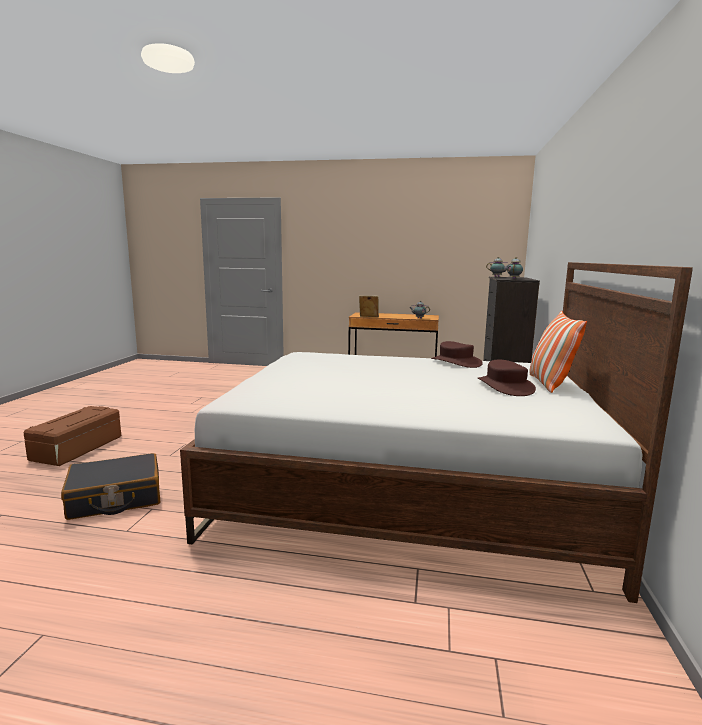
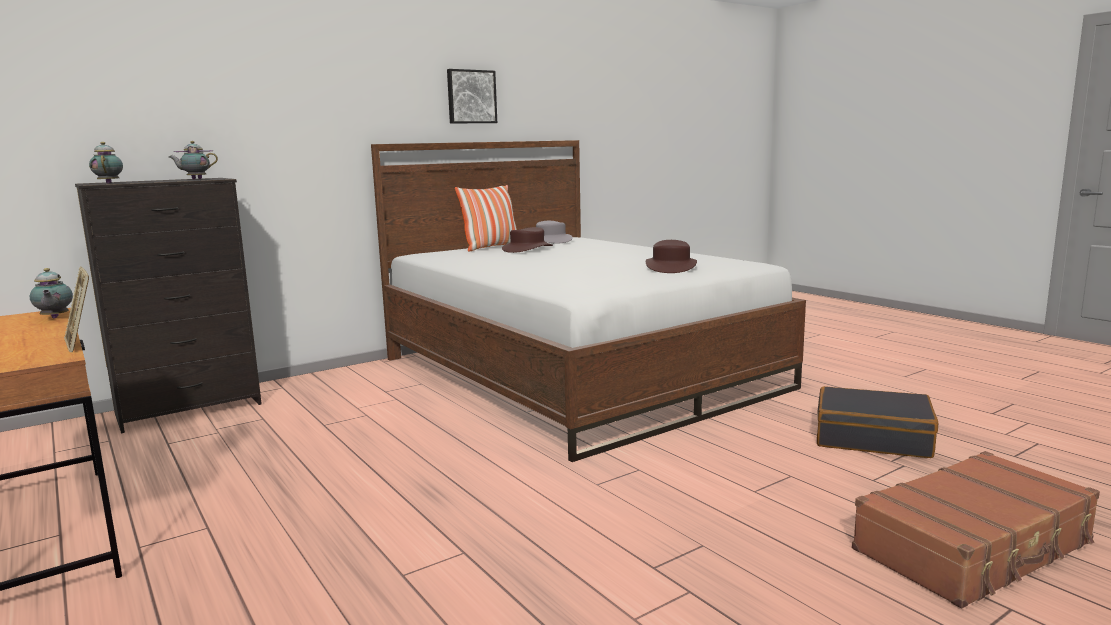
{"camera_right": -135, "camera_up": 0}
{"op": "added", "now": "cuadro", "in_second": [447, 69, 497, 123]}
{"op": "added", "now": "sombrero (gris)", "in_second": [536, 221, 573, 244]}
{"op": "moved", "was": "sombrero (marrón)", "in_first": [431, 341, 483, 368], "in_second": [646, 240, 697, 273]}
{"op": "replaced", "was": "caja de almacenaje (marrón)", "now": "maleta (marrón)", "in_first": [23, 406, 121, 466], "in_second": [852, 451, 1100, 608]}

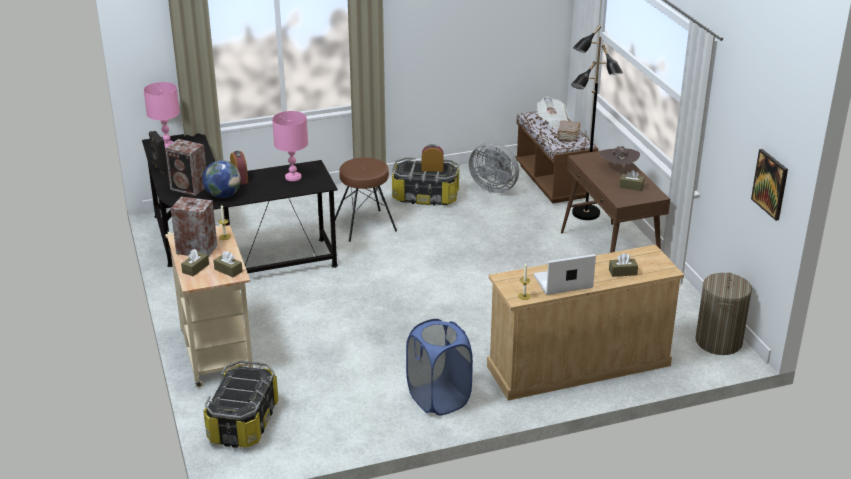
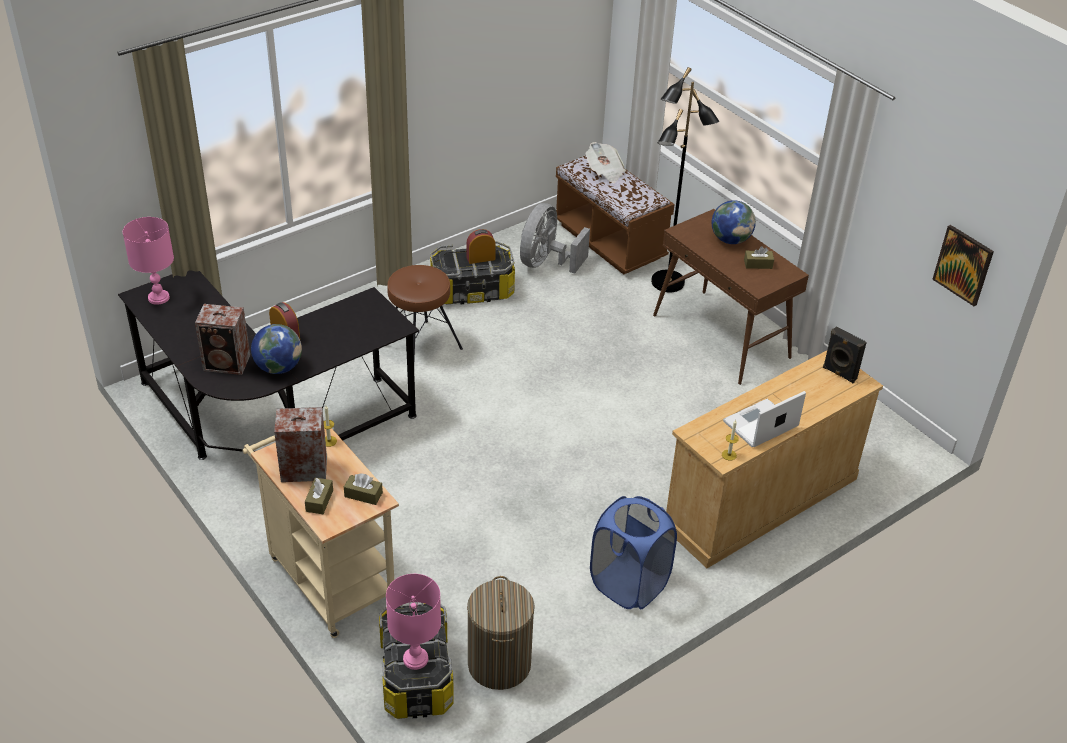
{"camera_right": -20, "camera_up": 10}
{"op": "removed", "was": "libro (marrón)", "in_first": [557, 120, 581, 142]}
{"op": "removed", "was": "caja de pañuelos (marrón)", "in_first": [609, 253, 638, 277]}
{"op": "moved", "was": "altavoz (negro)", "in_first": [149, 131, 168, 174], "in_second": [823, 327, 867, 383]}
{"op": "moved", "was": "lámpara de mesa (rosa)", "in_first": [272, 111, 308, 181], "in_second": [386, 574, 441, 670]}
{"op": "moved", "was": "cesto de la ropa", "in_first": [695, 273, 752, 355], "in_second": [467, 576, 535, 690]}
{"op": "replaced", "was": "sombrero (marrón)", "now": "globo terráqueo", "in_first": [600, 146, 640, 169], "in_second": [712, 200, 756, 244]}
{"op": "turned", "was": "ventilador (gris)", "in_first": [469, 142, 519, 193], "in_second": [520, 203, 590, 274], "clockwise": 105}

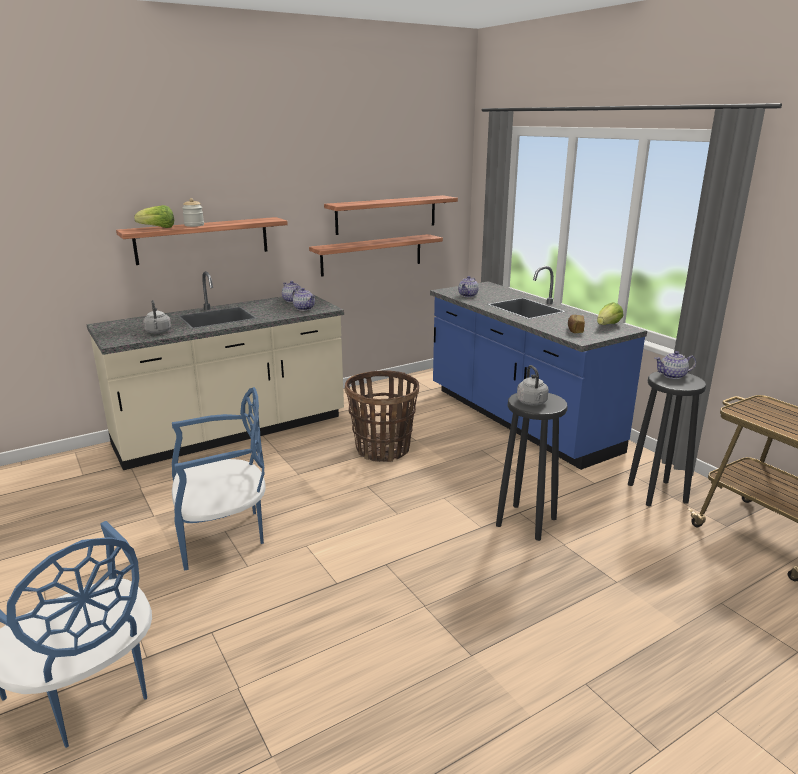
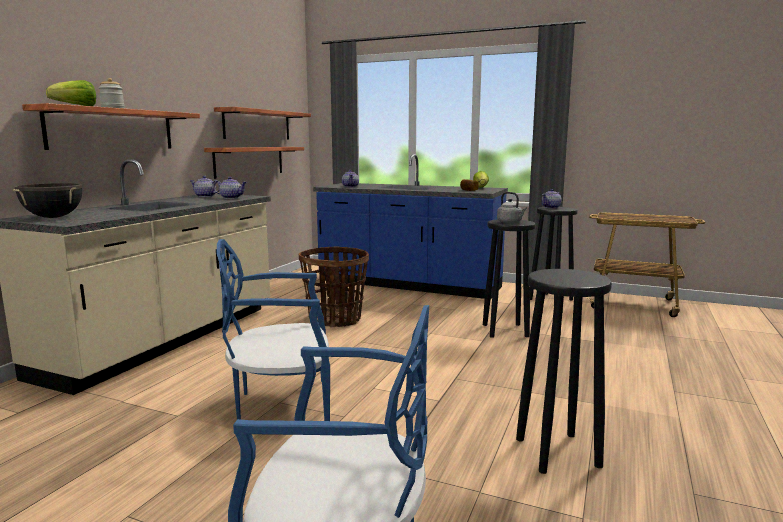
{"camera_right": -35, "camera_up": -10}
{"op": "removed", "was": "hervidor (gris)", "in_first": [143, 300, 171, 334]}
{"op": "added", "now": "olla (negro)", "in_second": [13, 183, 83, 218]}
{"op": "added", "now": "taburete (negro)", "in_second": [516, 269, 612, 474]}
{"op": "turned", "was": "silla (azul)", "in_first": [172, 387, 266, 570], "in_second": [217, 239, 330, 421], "clockwise": -135}

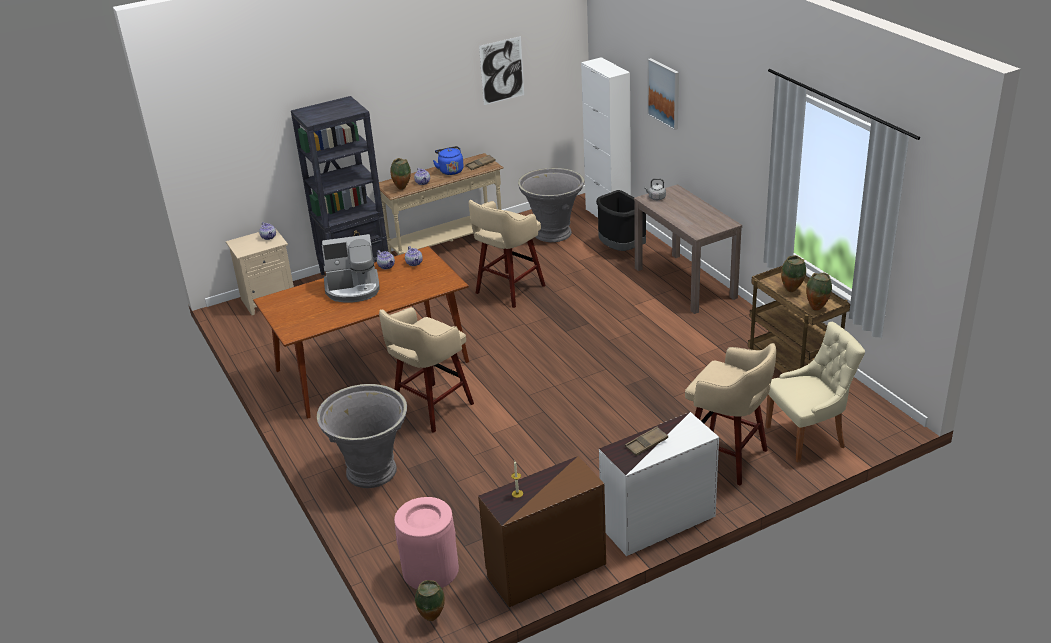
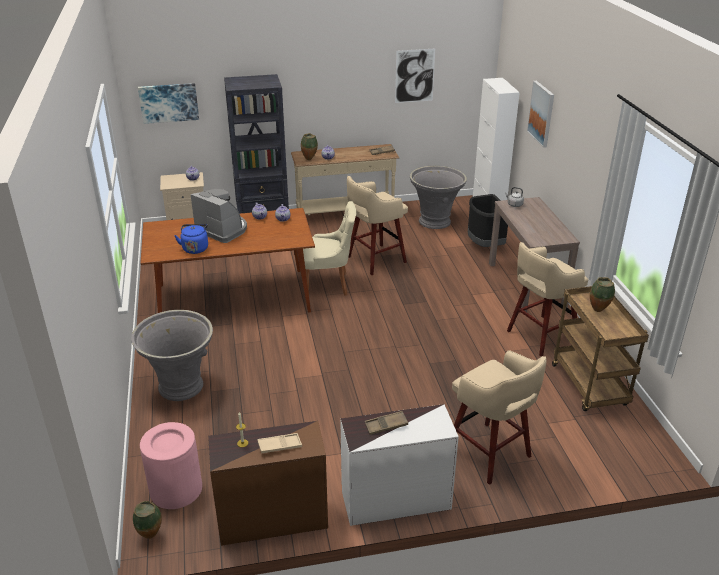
{"camera_right": 15, "camera_up": 0}
{"op": "removed", "was": "florero", "in_first": [806, 272, 832, 311]}
{"op": "added", "now": "cuadro", "in_second": [138, 83, 199, 124]}
{"op": "added", "now": "bandeja (beis)", "in_second": [257, 433, 302, 454]}
{"op": "moved", "was": "taburete (beis)", "in_first": [379, 307, 474, 433], "in_second": [507, 242, 588, 356]}
{"op": "moved", "was": "hervidor (azul)", "in_first": [433, 146, 464, 175], "in_second": [174, 224, 208, 254]}
{"op": "moved", "was": "silla (beis)", "in_first": [766, 322, 865, 463], "in_second": [303, 201, 356, 296]}
{"op": "turned", "was": "cafetera", "in_first": [322, 234, 380, 302], "in_second": [191, 189, 247, 243], "clockwise": -150}

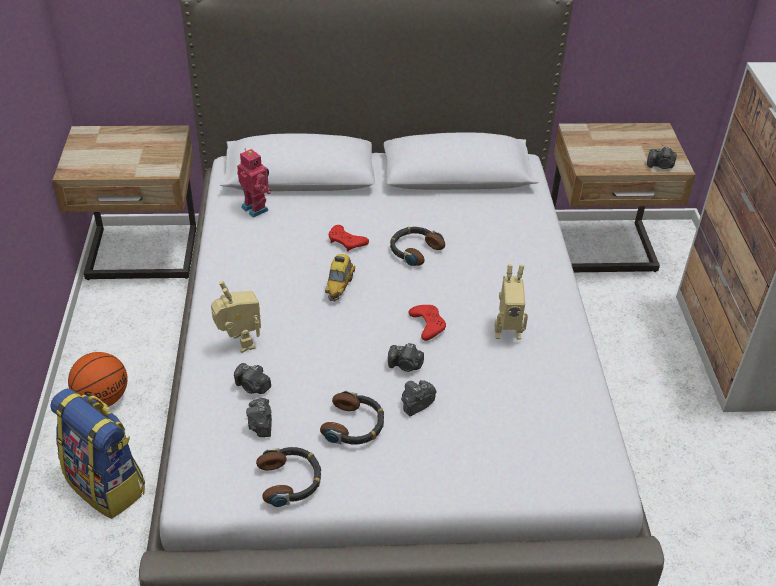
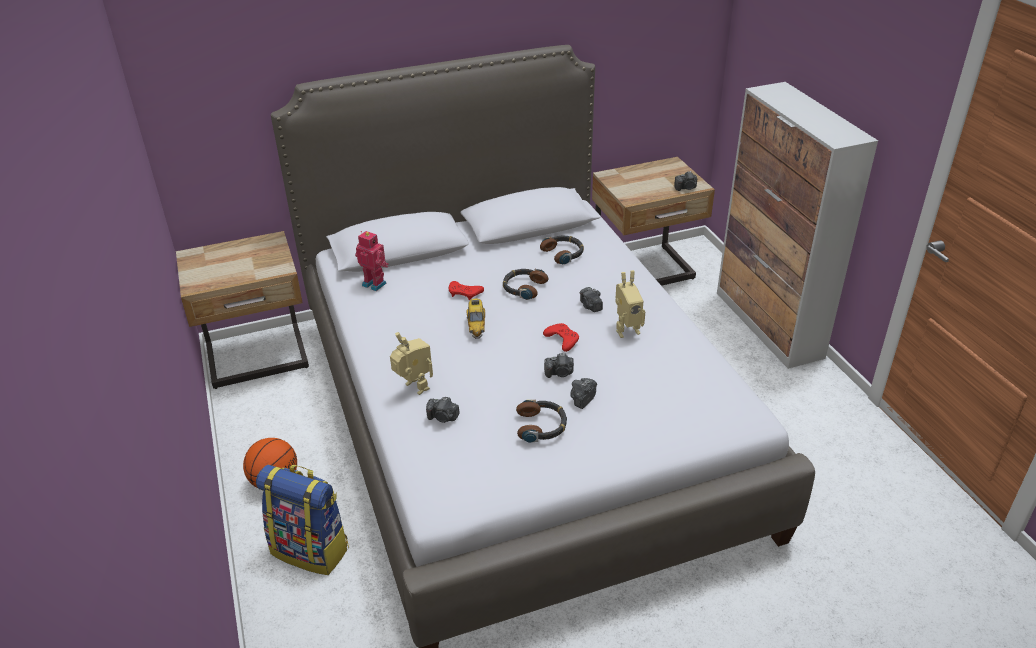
{"camera_right": -15, "camera_up": -5}
{"op": "moved", "was": "cámara", "in_first": [246, 398, 272, 437], "in_second": [580, 287, 603, 312]}
{"op": "moved", "was": "auriculares", "in_first": [256, 447, 321, 507], "in_second": [540, 236, 584, 265]}

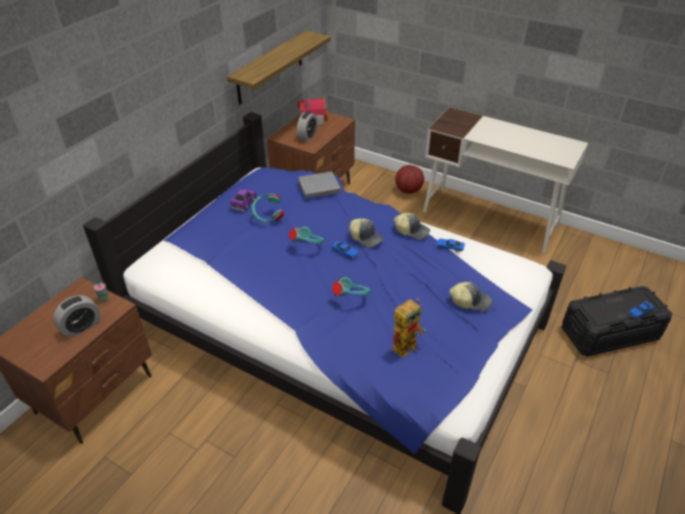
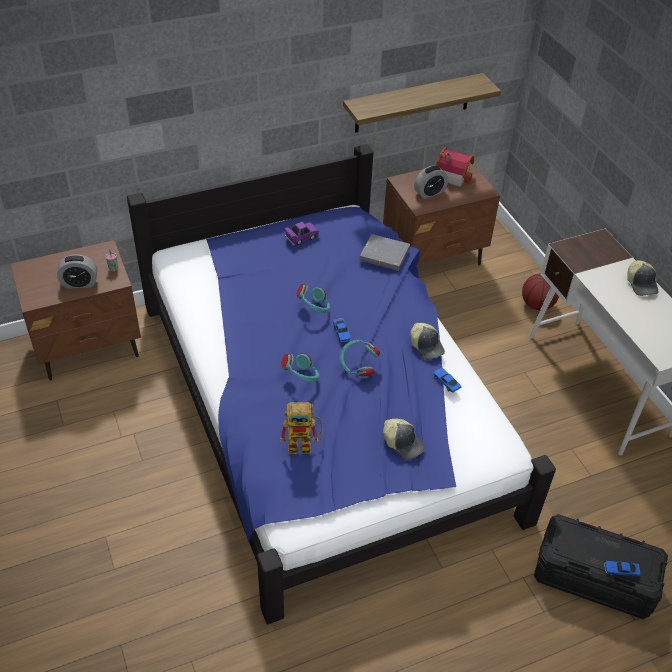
{"camera_right": 35, "camera_up": 5}
{"op": "moved", "was": "auriculares (turquesa)", "in_first": [251, 194, 284, 222], "in_second": [340, 340, 380, 376]}
{"op": "moved", "was": "gorra", "in_first": [349, 219, 383, 248], "in_second": [627, 260, 658, 296]}

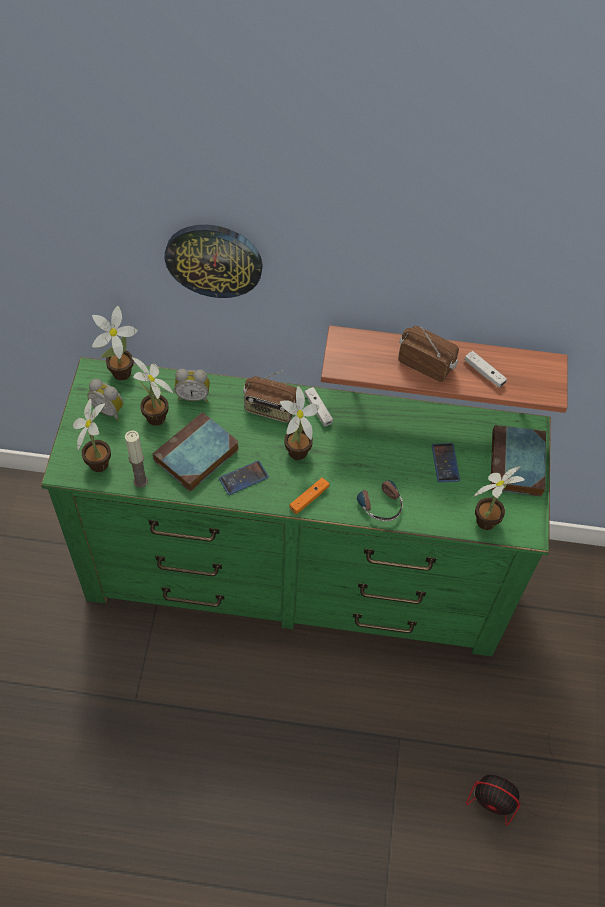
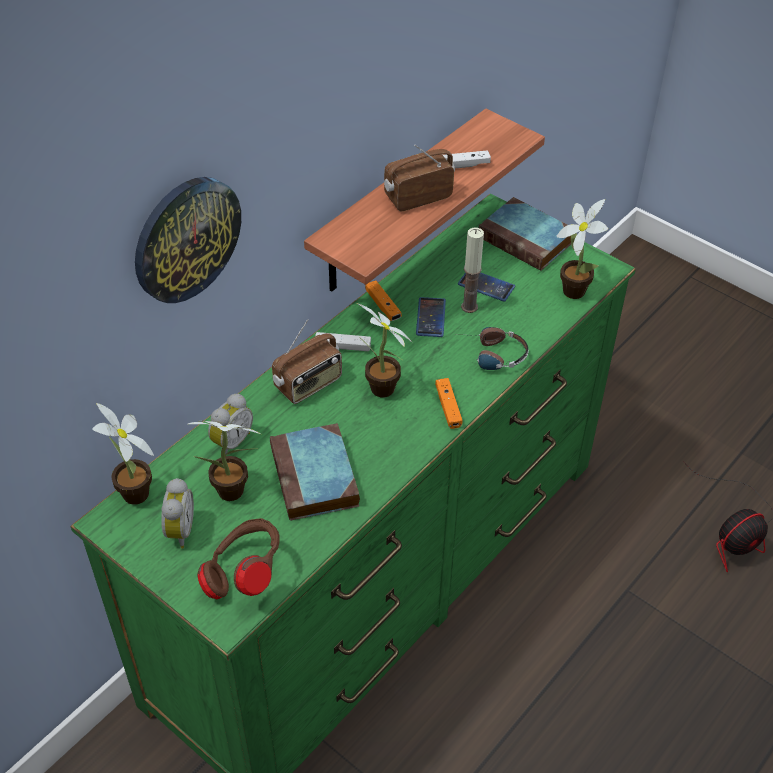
{"camera_right": -55, "camera_up": -10}
{"op": "added", "now": "mando de consola (naranja)", "in_second": [365, 280, 402, 321]}
{"op": "moved", "was": "vela", "in_first": [125, 430, 148, 488], "in_second": [461, 227, 484, 313]}
{"op": "moved", "was": "móvil", "in_first": [219, 460, 269, 495], "in_second": [416, 297, 446, 337]}
{"op": "replaced", "was": "planta en maceta", "now": "auriculares (marrón)", "in_first": [73, 398, 111, 472], "in_second": [198, 518, 280, 599]}
{"op": "turned", "was": "despertador", "in_first": [87, 379, 123, 420], "in_second": [161, 478, 194, 549], "clockwise": -60}

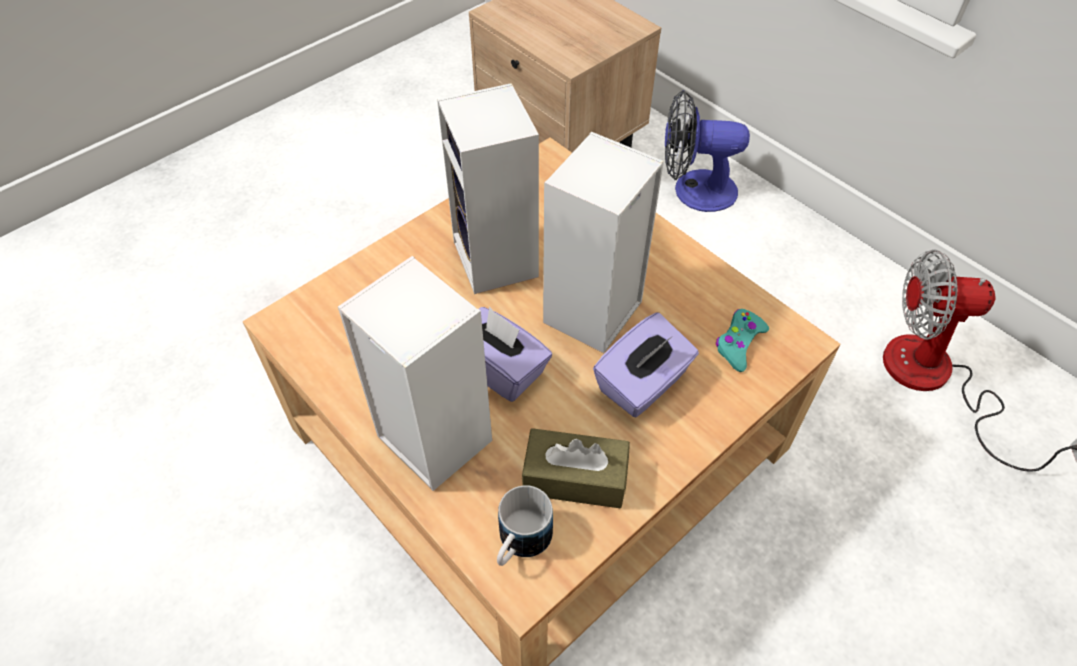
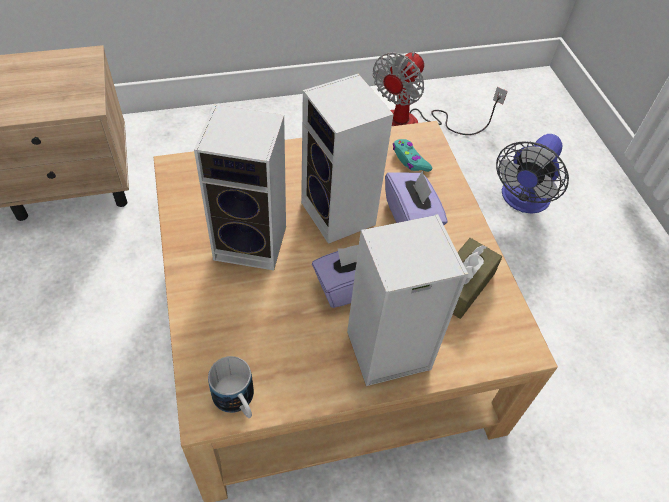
{"camera_right": -65, "camera_up": 0}
{"op": "moved", "was": "taza grande", "in_first": [497, 485, 553, 566], "in_second": [208, 356, 254, 418]}
{"op": "moved", "was": "ventilador", "in_first": [665, 90, 750, 212], "in_second": [496, 134, 569, 214]}

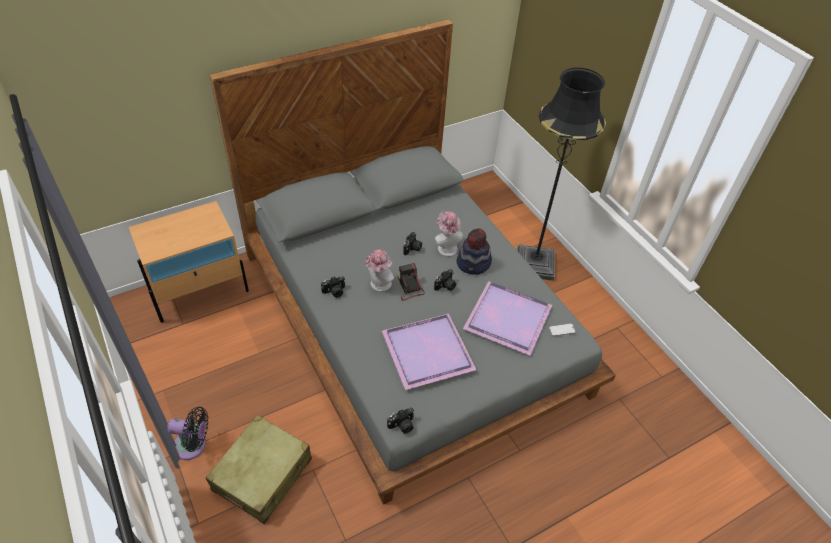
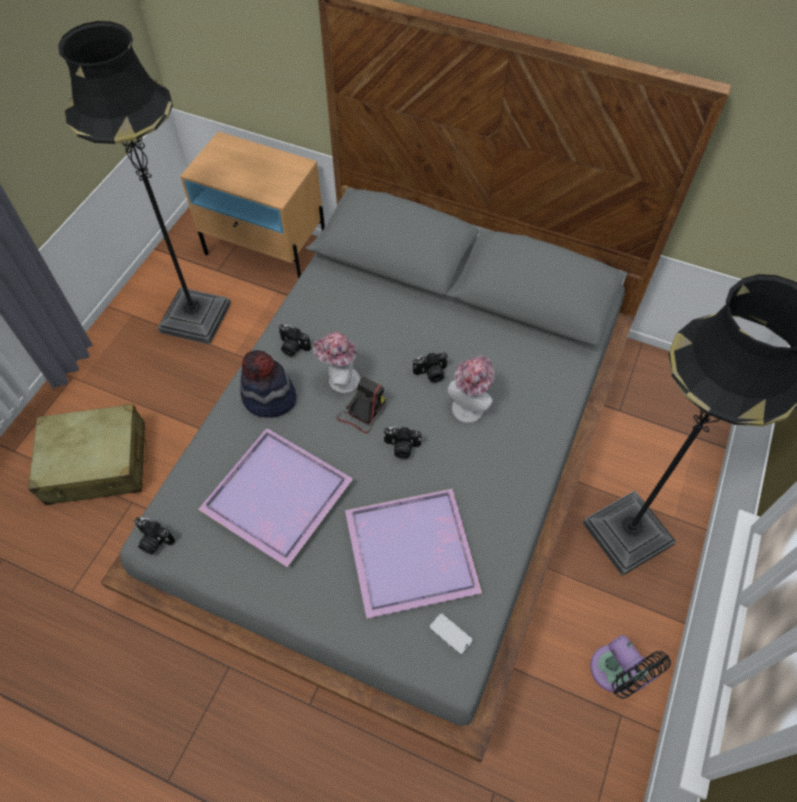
{"camera_right": 55, "camera_up": 10}
{"op": "added", "now": "lámpara de pie (negro)", "in_second": [58, 21, 231, 345]}
{"op": "moved", "was": "ventilador (negro)", "in_first": [167, 407, 208, 460], "in_second": [590, 635, 671, 699]}
{"op": "moved", "was": "sombrero", "in_first": [457, 228, 492, 275], "in_second": [240, 350, 296, 418]}

